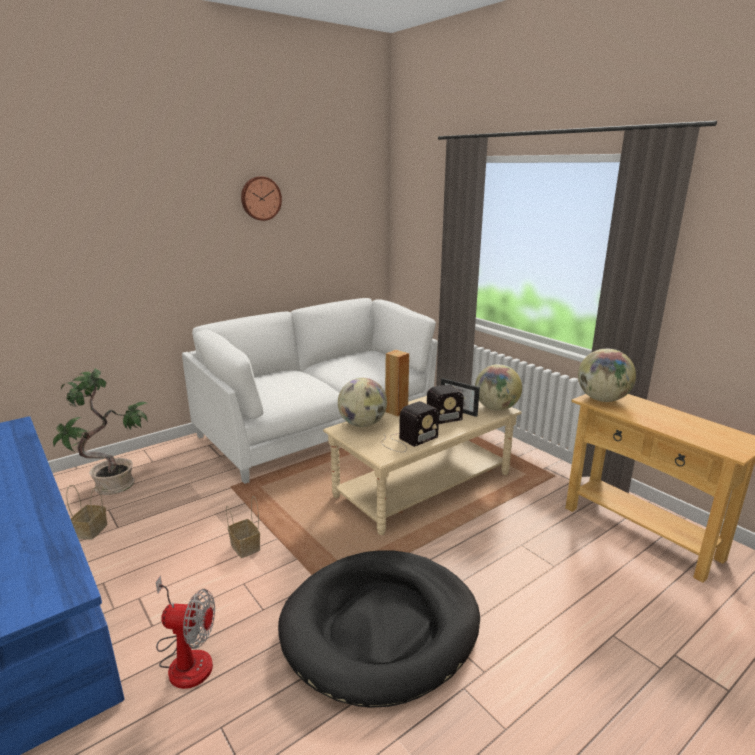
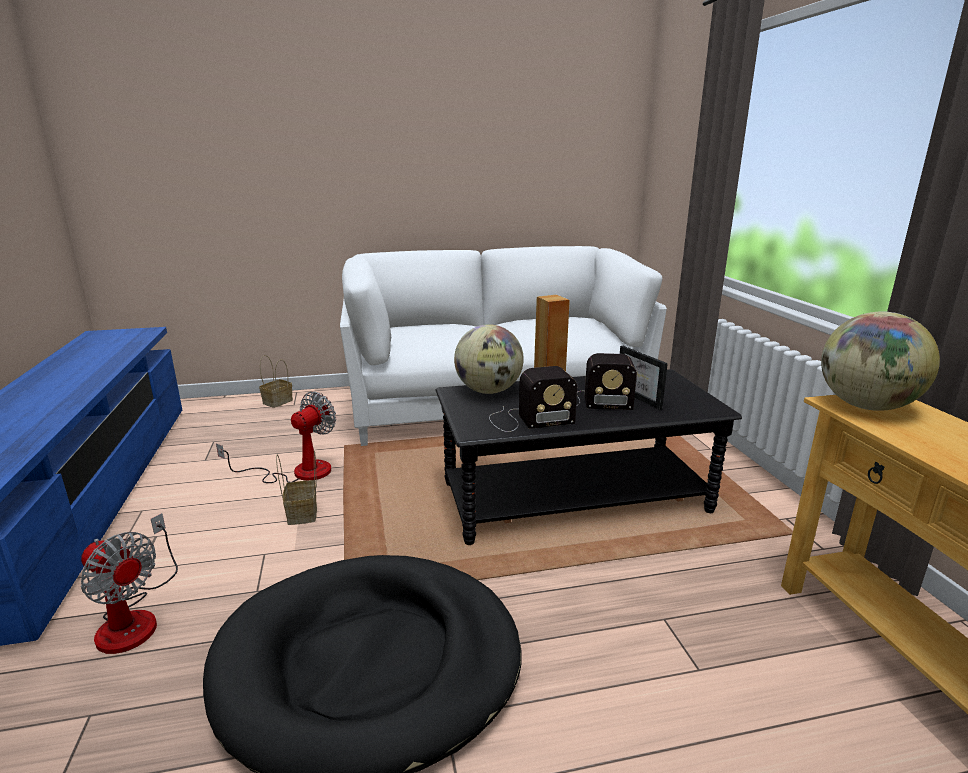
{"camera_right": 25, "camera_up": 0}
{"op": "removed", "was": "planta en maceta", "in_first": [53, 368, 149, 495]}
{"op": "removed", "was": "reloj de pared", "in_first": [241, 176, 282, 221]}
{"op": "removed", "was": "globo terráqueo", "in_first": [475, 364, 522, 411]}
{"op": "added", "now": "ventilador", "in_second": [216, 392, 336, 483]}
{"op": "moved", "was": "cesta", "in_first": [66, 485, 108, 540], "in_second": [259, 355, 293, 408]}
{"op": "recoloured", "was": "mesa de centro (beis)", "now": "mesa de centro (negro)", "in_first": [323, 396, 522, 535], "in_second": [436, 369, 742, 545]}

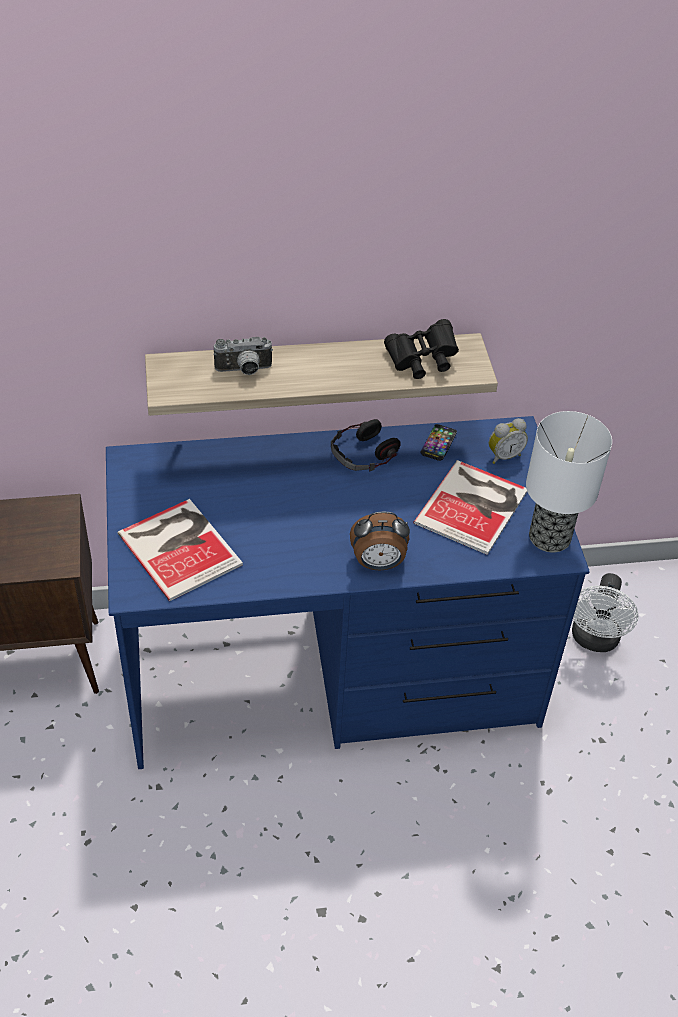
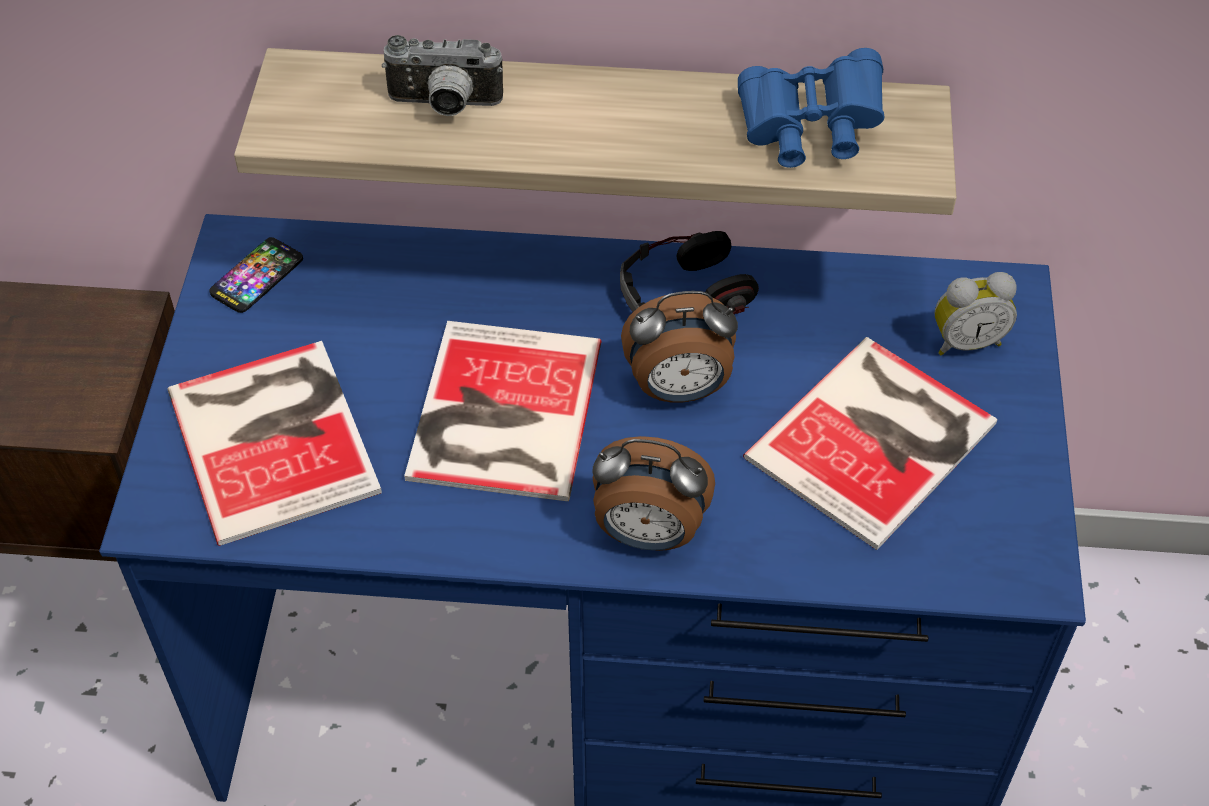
{"camera_right": 15, "camera_up": 5}
{"op": "removed", "was": "lámpara de mesa", "in_first": [526, 411, 612, 552]}
{"op": "removed", "was": "ventilador (blanco)", "in_first": [572, 573, 638, 652]}
{"op": "added", "now": "libro", "in_second": [404, 321, 602, 501]}
{"op": "added", "now": "despertador", "in_second": [621, 291, 738, 403]}
{"op": "moved", "was": "móvil", "in_first": [421, 424, 457, 461], "in_second": [209, 237, 303, 313]}
{"op": "recoloured", "was": "prismáticos (negro)", "now": "prismáticos (azul)", "in_first": [384, 319, 459, 379], "in_second": [738, 48, 885, 168]}

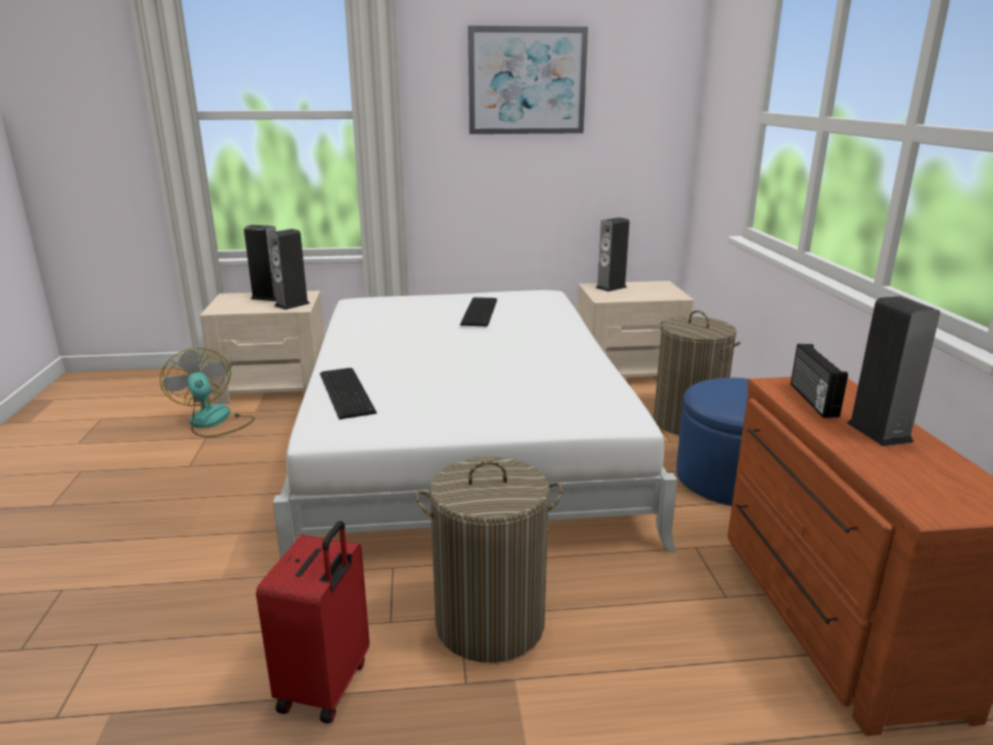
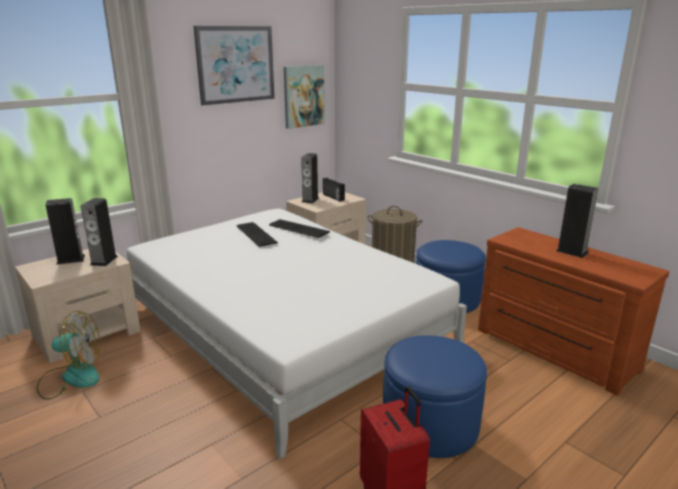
{"camera_right": -35, "camera_up": 0}
{"op": "added", "now": "cuadro", "in_second": [284, 65, 325, 129]}
{"op": "moved", "was": "teclado", "in_first": [320, 368, 377, 419], "in_second": [269, 219, 330, 238]}
{"op": "moved", "was": "radio", "in_first": [791, 344, 848, 418], "in_second": [323, 178, 345, 201]}
{"op": "replaced", "was": "cesto de la ropa", "now": "puf (azul)", "in_first": [415, 457, 563, 663], "in_second": [383, 335, 487, 458]}
{"op": "turned", "was": "ventilador", "in_first": [160, 348, 255, 438], "in_second": [36, 311, 100, 400], "clockwise": 150}

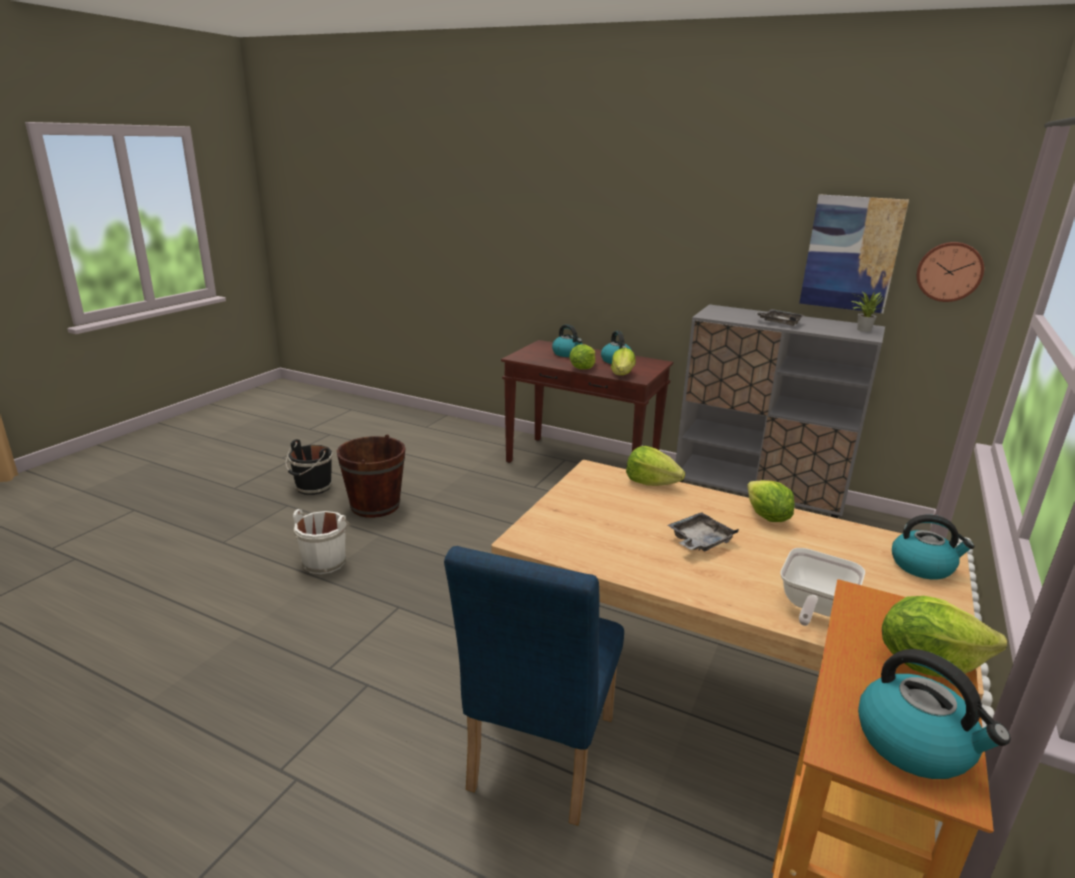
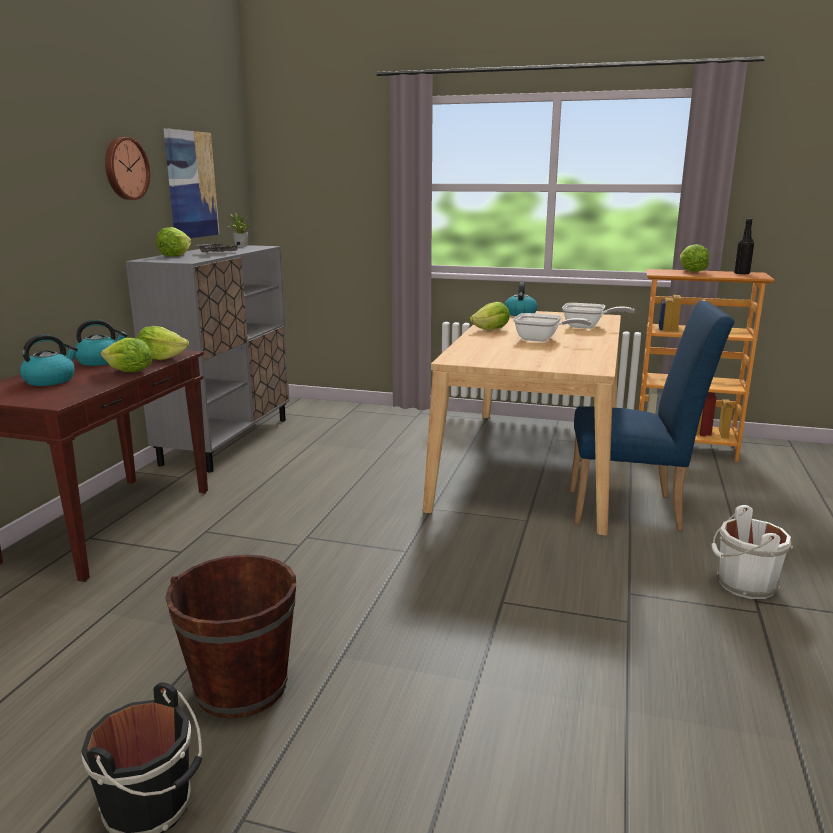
{"camera_right": -100, "camera_up": -5}
{"op": "moved", "was": "cubo (blanco)", "in_first": [293, 509, 351, 574], "in_second": [711, 505, 793, 599]}
{"op": "moved", "was": "lechuga", "in_first": [626, 446, 685, 486], "in_second": [156, 227, 192, 257]}
{"op": "moved", "was": "reloj de pared", "in_first": [917, 242, 984, 302], "in_second": [105, 137, 150, 200]}
{"op": "replaced", "was": "bandeja (gris)", "now": "sartén", "in_first": [668, 512, 739, 551], "in_second": [513, 313, 592, 342]}
{"op": "replaced", "was": "hervidor", "now": "botella (negro)", "in_first": [858, 649, 1011, 779], "in_second": [734, 219, 754, 275]}

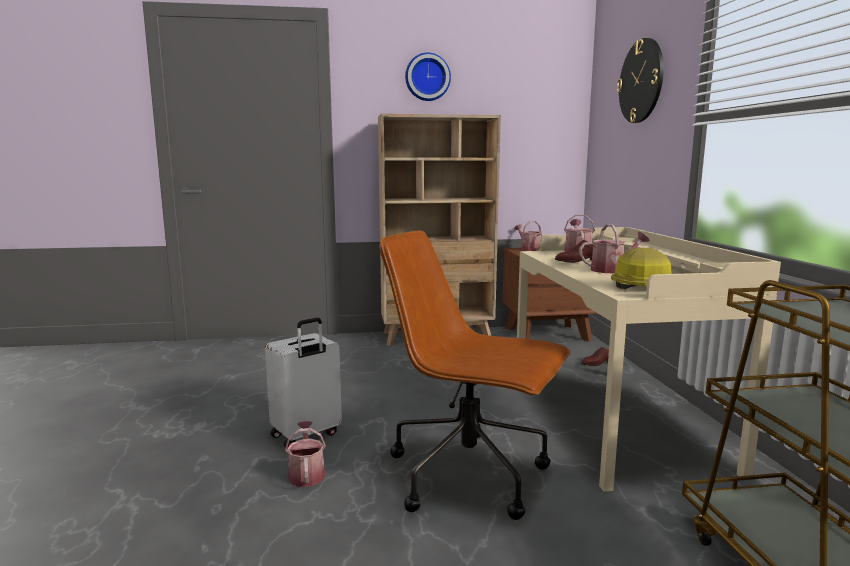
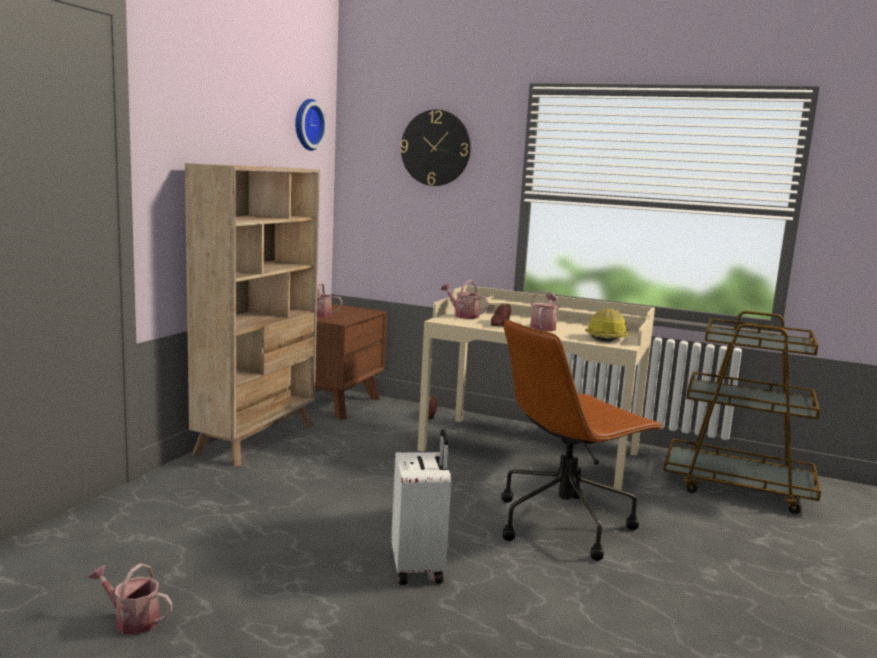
{"camera_right": -60, "camera_up": 0}
{"op": "moved", "was": "regadera", "in_first": [285, 421, 326, 487], "in_second": [88, 563, 173, 635]}
{"op": "moved", "was": "reloj de pared", "in_first": [405, 53, 451, 101], "in_second": [295, 99, 327, 151]}

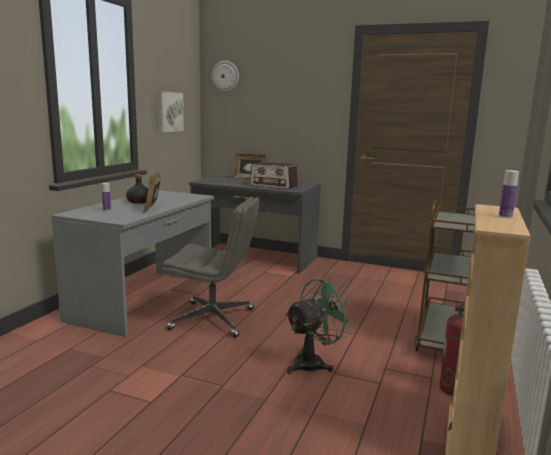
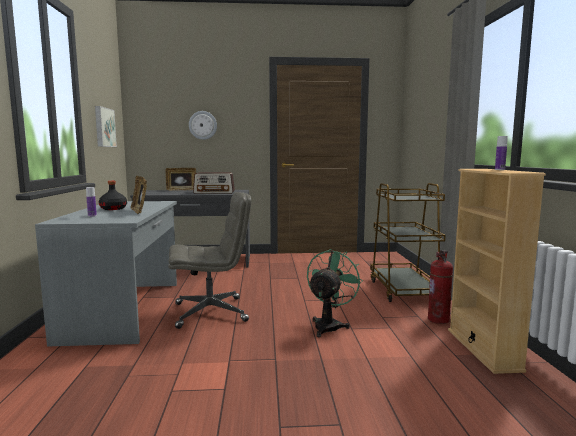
{"camera_right": -25, "camera_up": -5}
{"op": "moved", "was": "reloj de pared", "in_first": [212, 60, 239, 93], "in_second": [189, 111, 217, 140]}

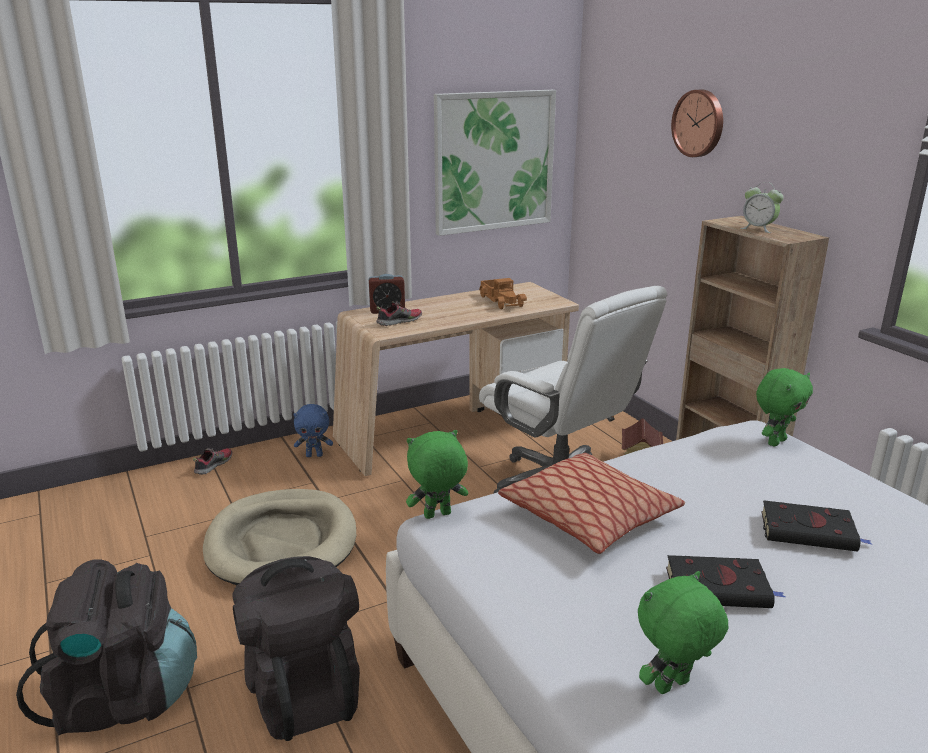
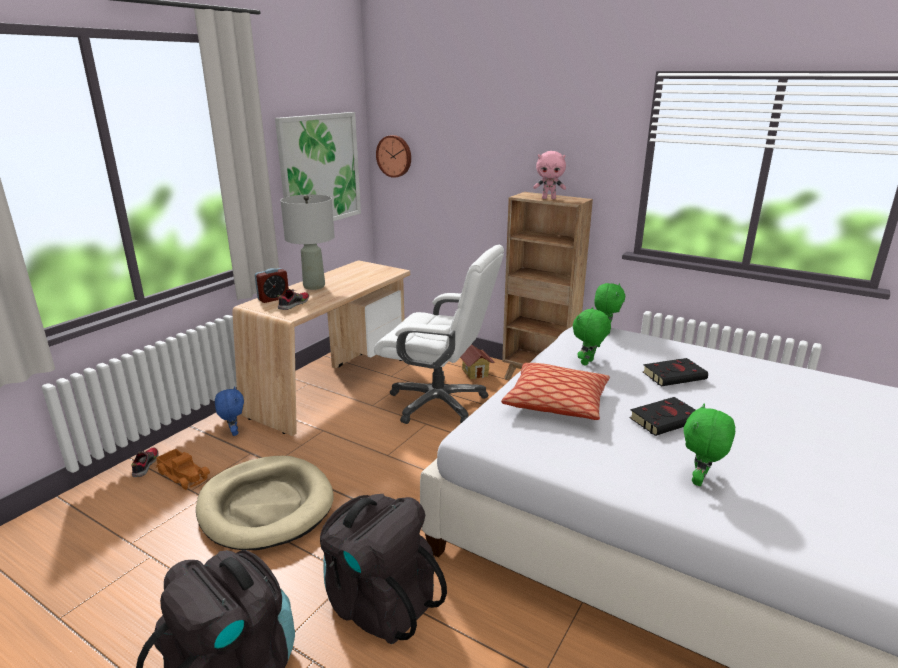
{"camera_right": -30, "camera_up": 0}
{"op": "added", "now": "lámpara de mesa (gris)", "in_second": [280, 194, 335, 290]}
{"op": "moved", "was": "peluche (verde)", "in_first": [406, 430, 468, 519], "in_second": [573, 307, 611, 366]}
{"op": "moved", "was": "camión de juguete", "in_first": [479, 278, 527, 309], "in_second": [156, 449, 210, 490]}
{"op": "moved", "was": "reloj de pared", "in_first": [671, 90, 723, 157], "in_second": [376, 135, 411, 178]}
{"op": "replaced", "was": "despertador", "now": "peluche (rosa)", "in_first": [740, 182, 783, 233], "in_second": [533, 151, 566, 199]}
{"op": "turned", "was": "peluche (azul)", "in_first": [293, 404, 333, 457], "in_second": [215, 386, 244, 436], "clockwise": -75}

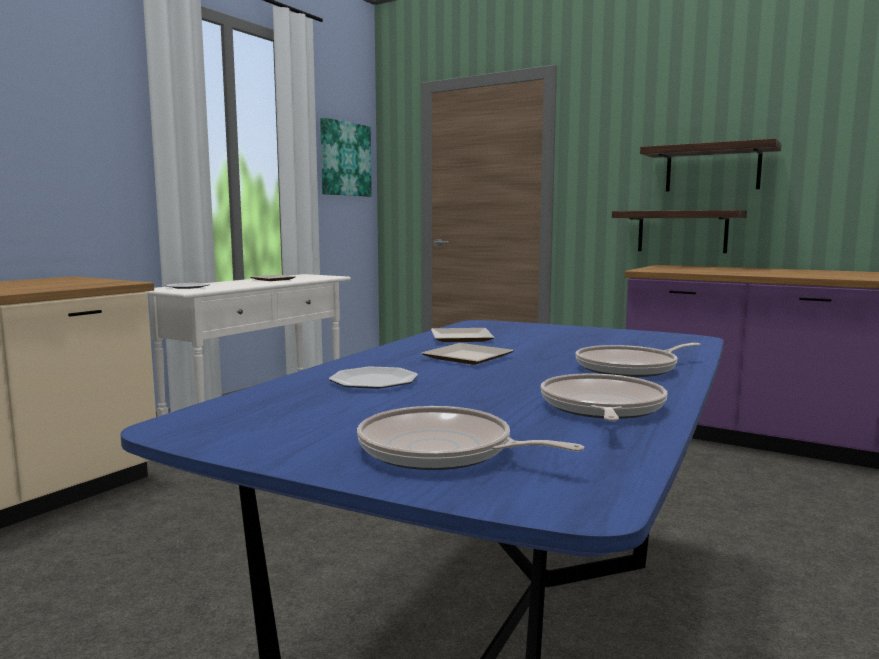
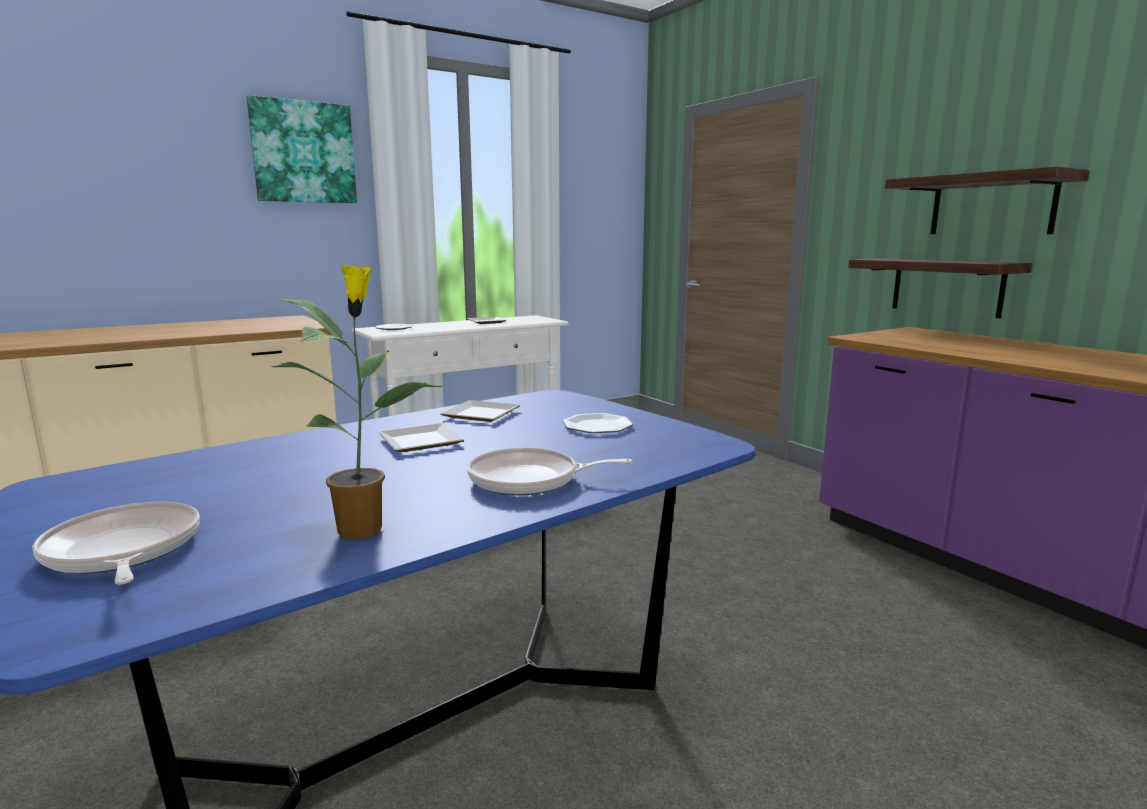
{"camera_right": 25, "camera_up": 5}
{"op": "moved", "was": "cuadro", "in_first": [320, 117, 372, 197], "in_second": [246, 95, 357, 203]}
{"op": "moved", "was": "plato", "in_first": [329, 367, 418, 389], "in_second": [563, 413, 633, 433]}
{"op": "replaced", "was": "sartén", "now": "planta en maceta", "in_first": [541, 373, 668, 421], "in_second": [270, 264, 442, 539]}

